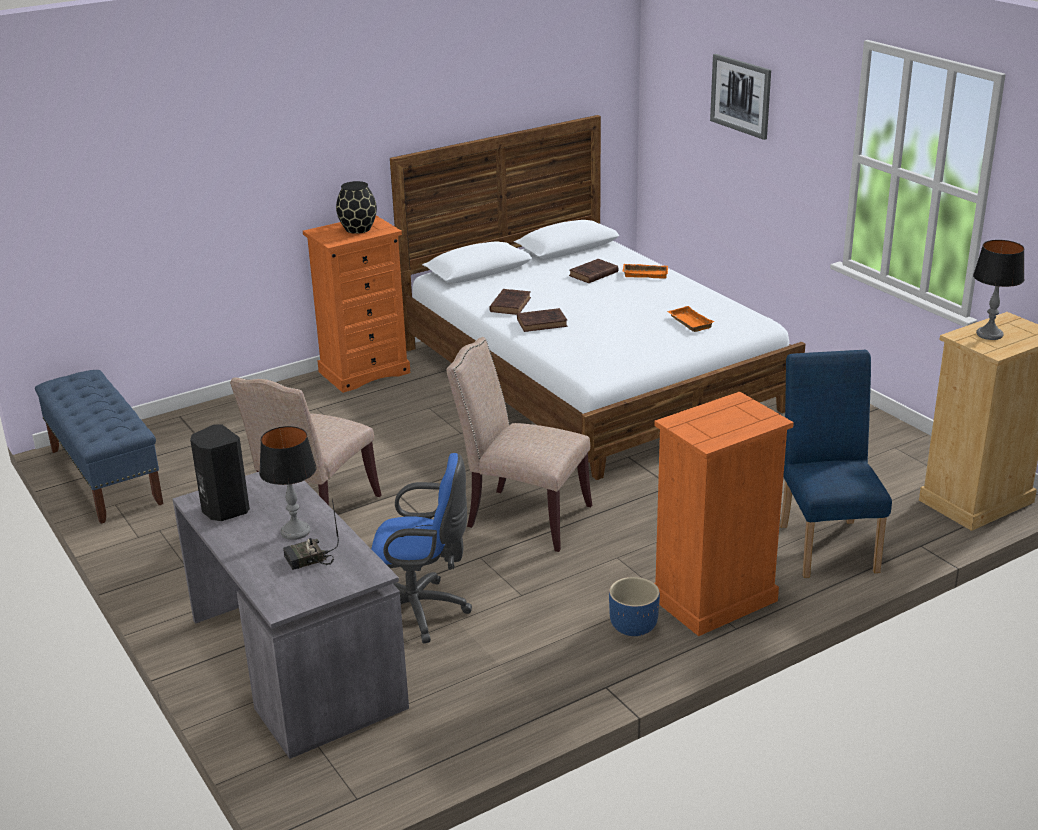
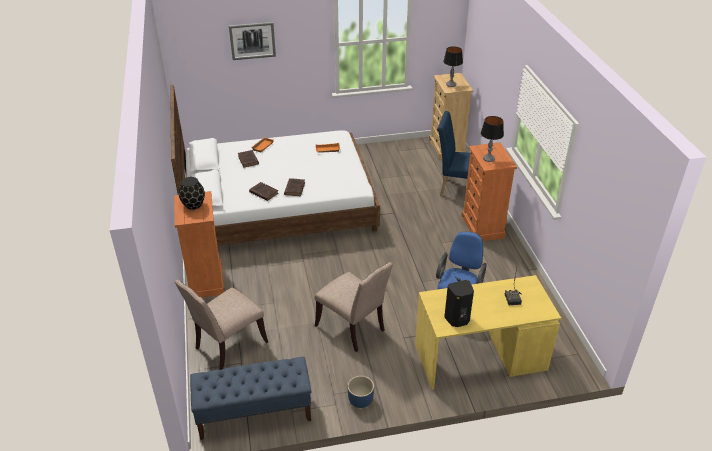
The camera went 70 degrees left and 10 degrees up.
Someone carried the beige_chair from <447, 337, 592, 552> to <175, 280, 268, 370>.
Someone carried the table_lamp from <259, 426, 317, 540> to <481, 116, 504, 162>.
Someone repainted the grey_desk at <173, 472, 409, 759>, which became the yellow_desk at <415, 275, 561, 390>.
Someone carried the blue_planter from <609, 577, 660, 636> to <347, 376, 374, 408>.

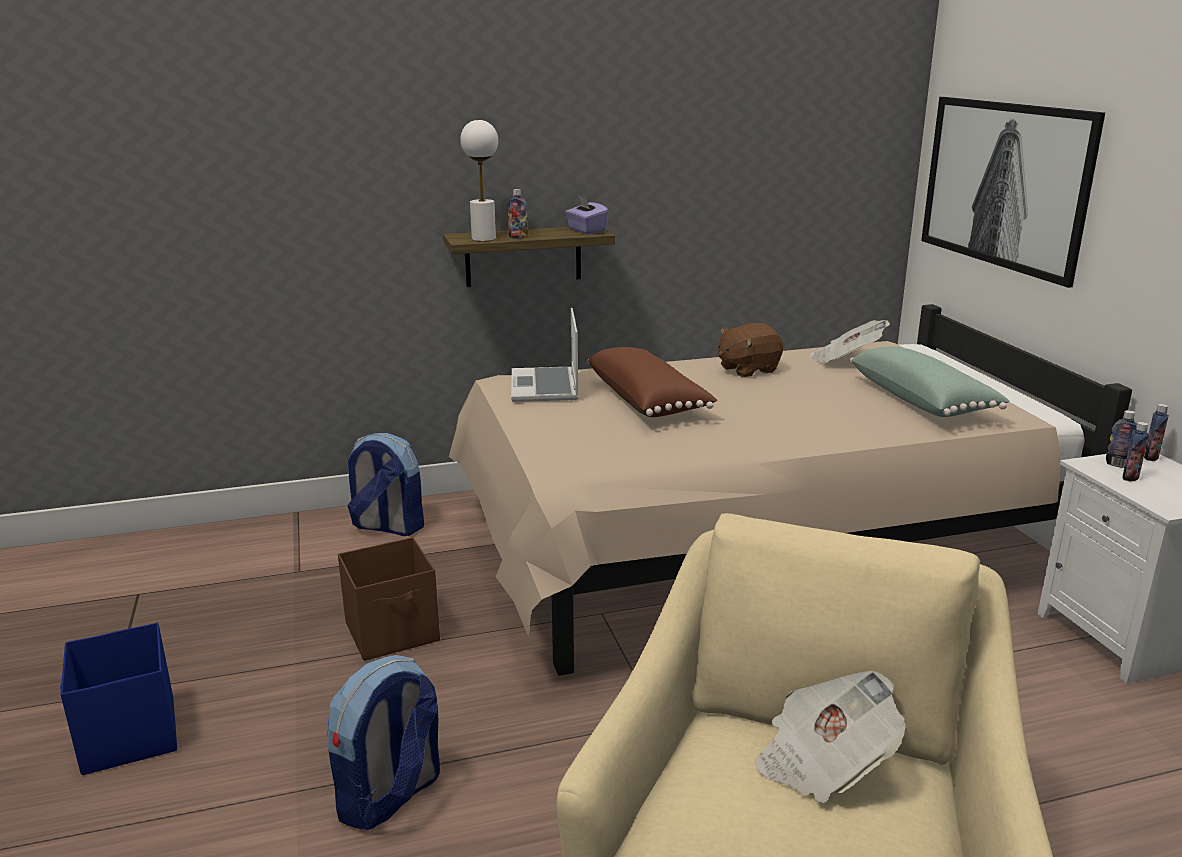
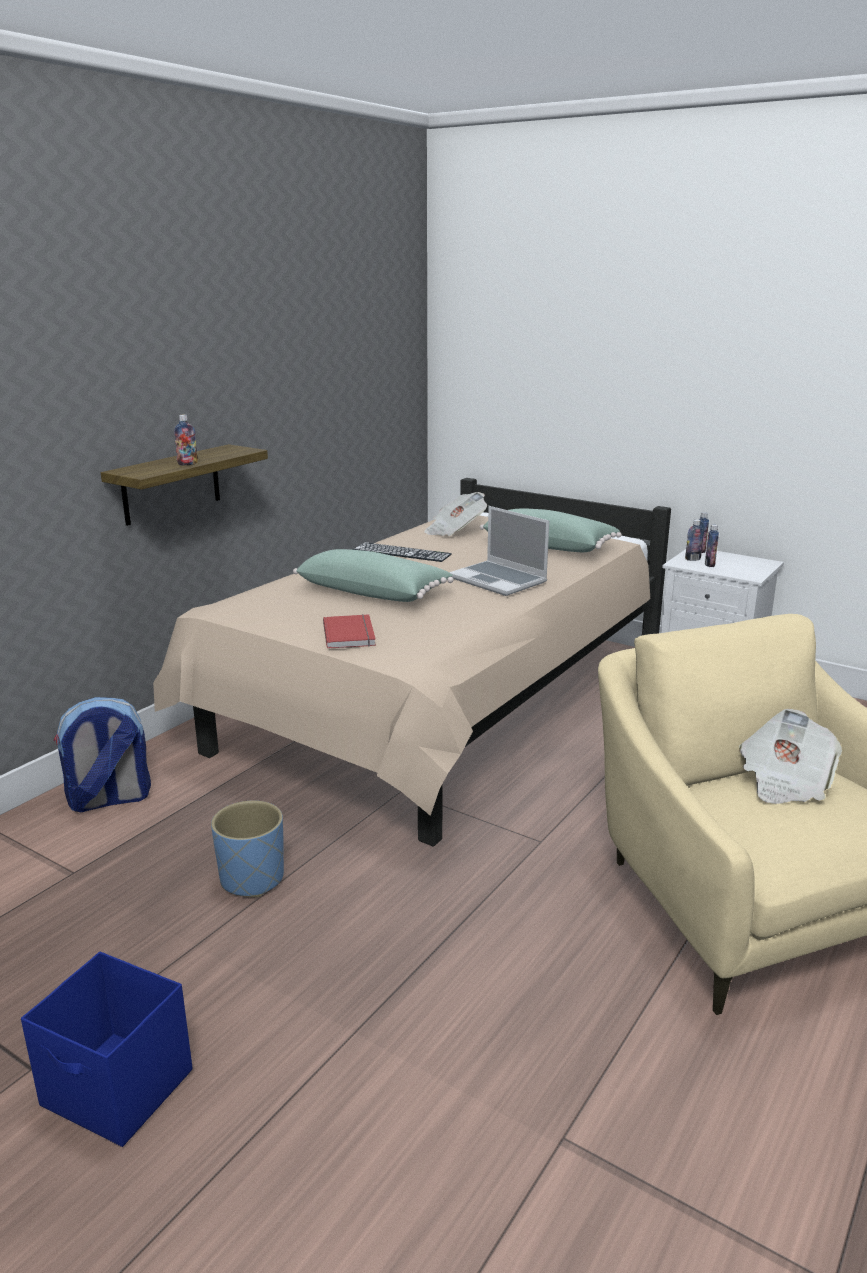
The camera went 40 degrees left and 0 degrees up.
Someone took away the picture at <921, 97, 1105, 288>.
Someone took away the white_table_lamp at <460, 120, 498, 241>.
Someone took away the purple_tissue_box at <565, 195, 609, 234>.
Someone carried the laptop from <511, 308, 578, 402> to <449, 506, 549, 596>.
Someone swapped the brown_plush_toy at <718, 323, 783, 377> for the keyboard at <353, 542, 452, 562>.
Someone repainted the brown_pillow at <587, 347, 717, 417>, which became the green_pillow at <293, 549, 454, 602>.
Someone swapped the brown_storage_box at <338, 537, 440, 661> for the blue_planter at <211, 801, 284, 897>.
Someone took away the backpack at <327, 655, 440, 830>.
Someone put down the red_book at <323, 614, 376, 649>.

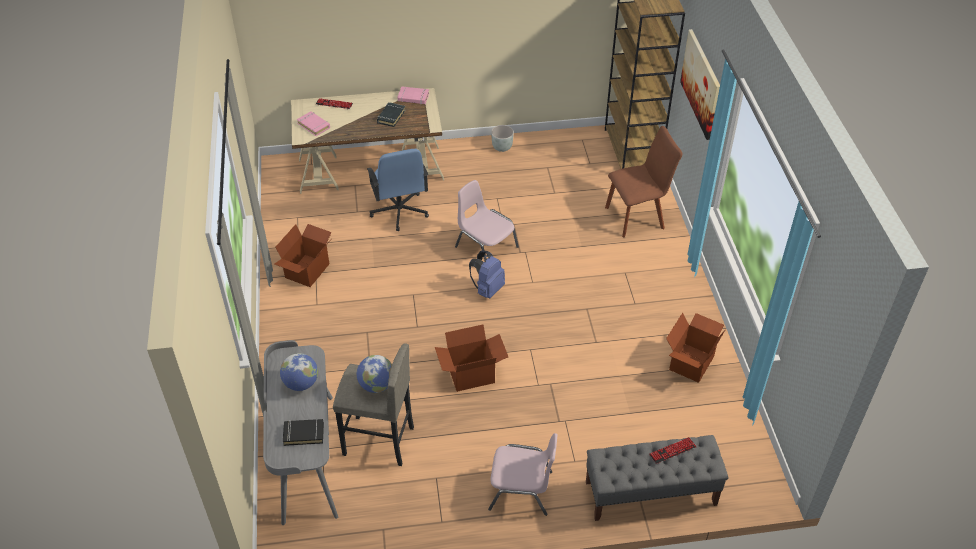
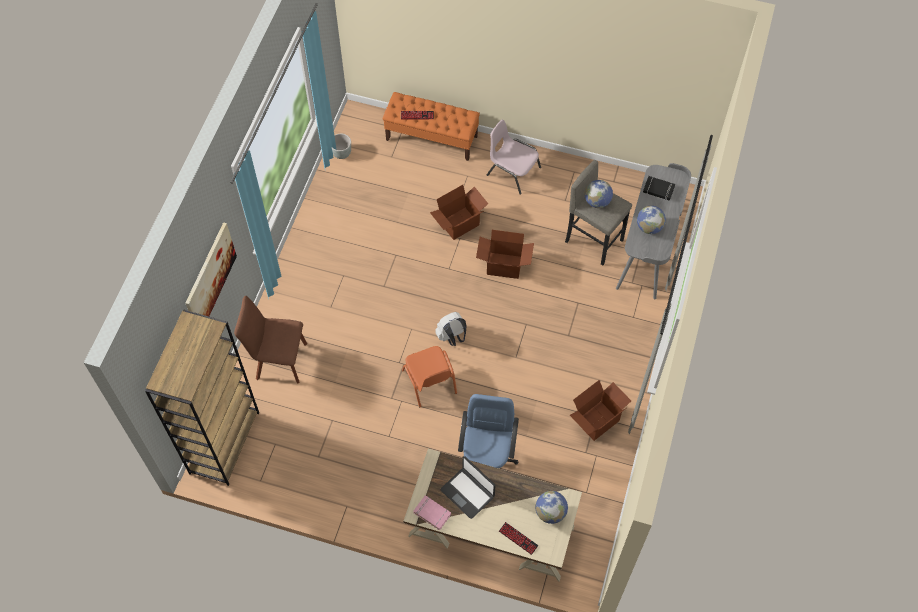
The camera went 155 degrees left and 15 degrees up.
Someone swapped the black_book at <377, 102, 405, 127> for the laptop at <440, 456, 496, 519>.
Someone swapped the pink_book at <297, 111, 330, 136> for the globe at <536, 491, 568, 524>.
Someone carried the grey_planter from <491, 125, 514, 152> to <332, 134, 351, 159>.
Someone repainted the pink_chair at <455, 180, 519, 260>, which became the orange_chair at <402, 346, 457, 407>.
Someone repainted the blue_backpack at <469, 251, 505, 299>, which became the white_backpack at <435, 312, 466, 346>.
Someone carried the cardboard_box from <666, 313, 726, 383> to <430, 185, 488, 240>.
Someone repainted the grey_bench at <586, 435, 728, 521>, which became the orange_bench at <383, 92, 480, 161>.

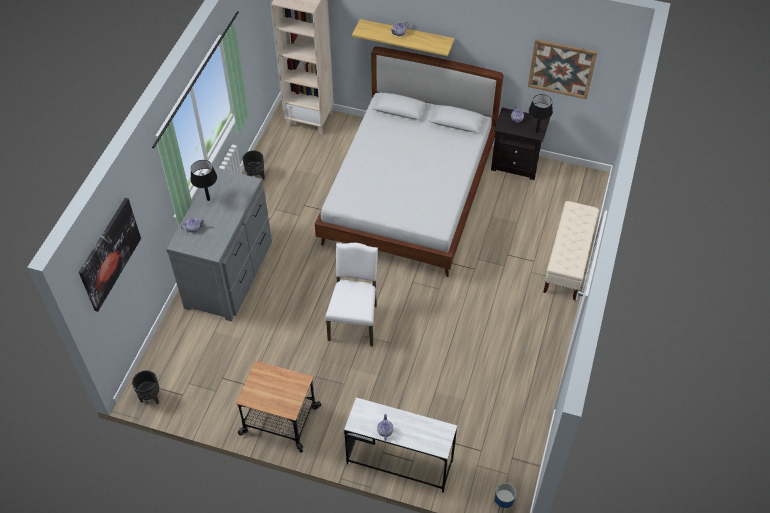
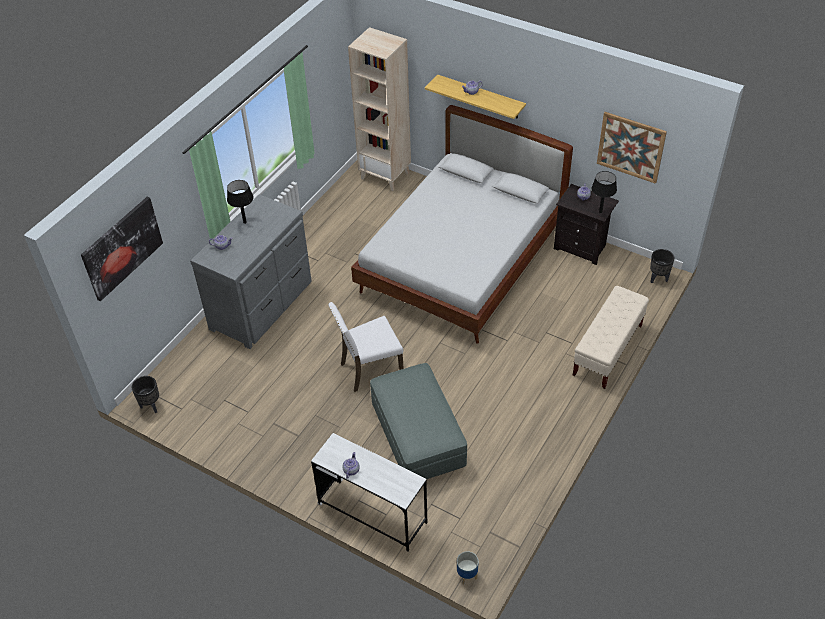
The camera went 15 degrees right and 5 degrees down.
Someone carried the black_planter from <242, 150, 265, 180> to <650, 249, 675, 283>.
Someone rotated the white_chair at <325, 243, 378, 347> by 135 degrees counterclockwise.
Someone took away the cart at <236, 361, 321, 453>.
Someone put down the grey_ottoman at <370, 363, 467, 479>.

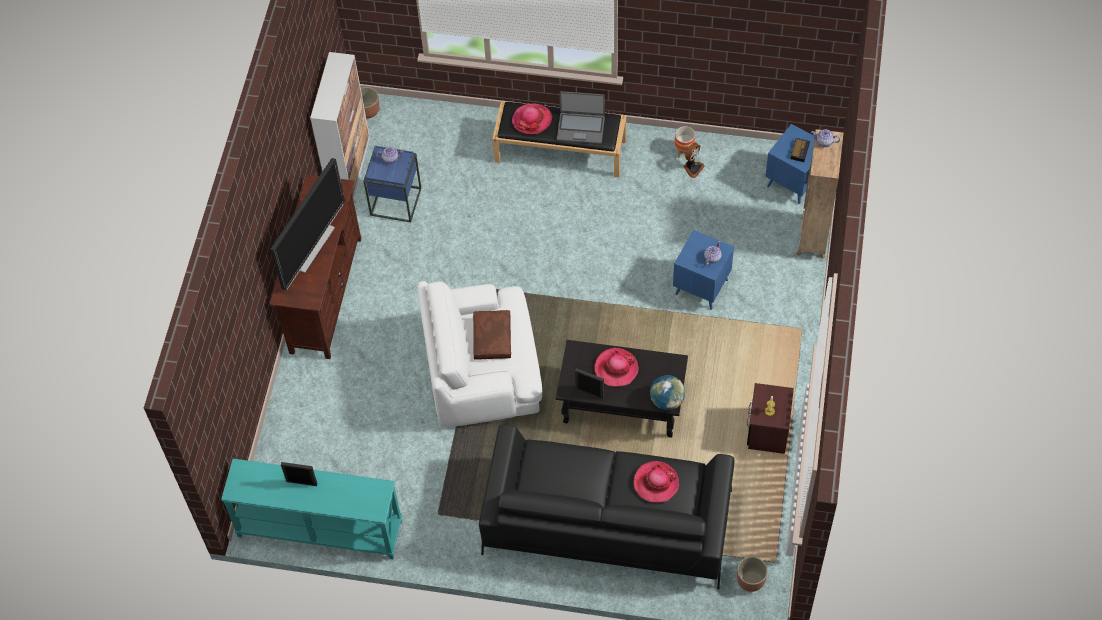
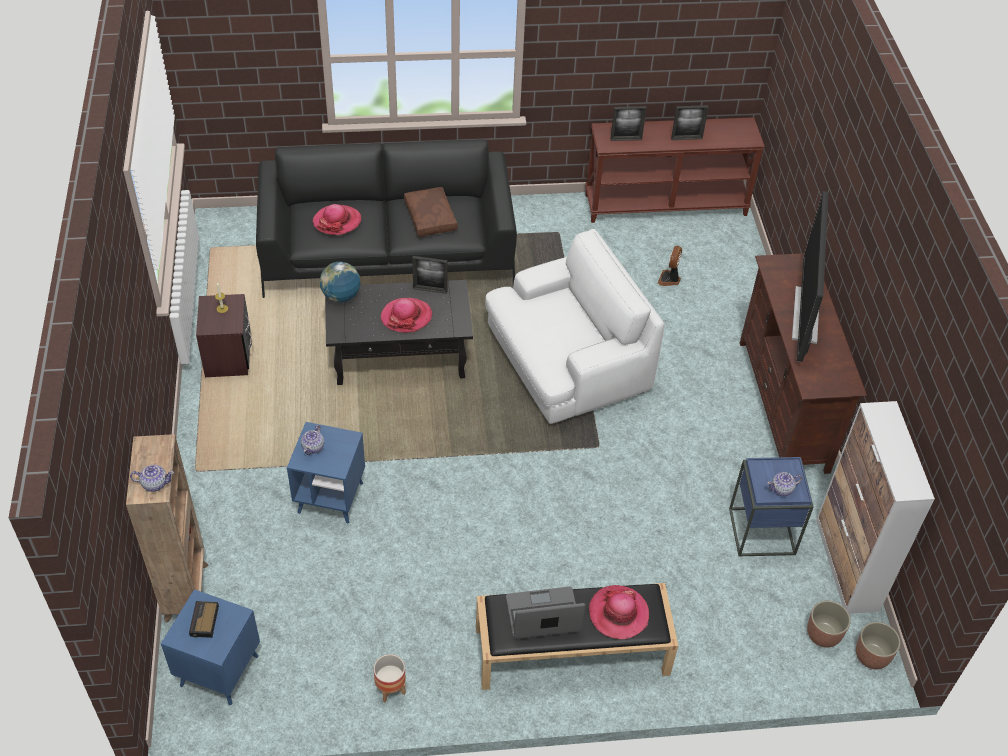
The camera went 160 degrees right and 10 degrees down.
Someone carried the fan from <684, 143, 705, 178> to <658, 246, 682, 286>.
Someone carried the brown_pillow from <473, 310, 511, 360> to <404, 187, 458, 237>.
Someone repainted the turquoise_console_table at <221, 459, 402, 559>, which became the brown_console_table at <585, 117, 765, 223>.
Someone carried the planter from <737, 557, 768, 592> to <807, 601, 851, 648>.
Someone put down the picture_frame at <610, 106, 647, 141>.

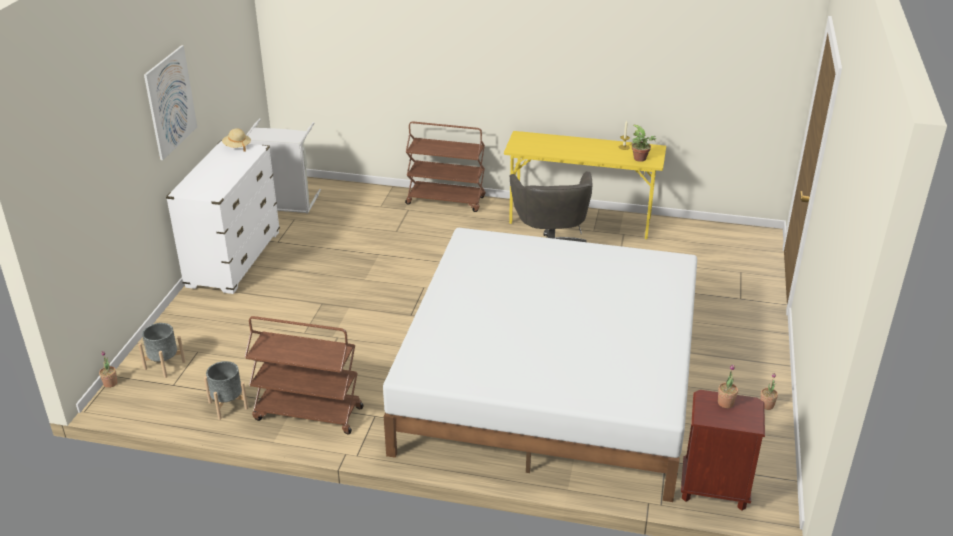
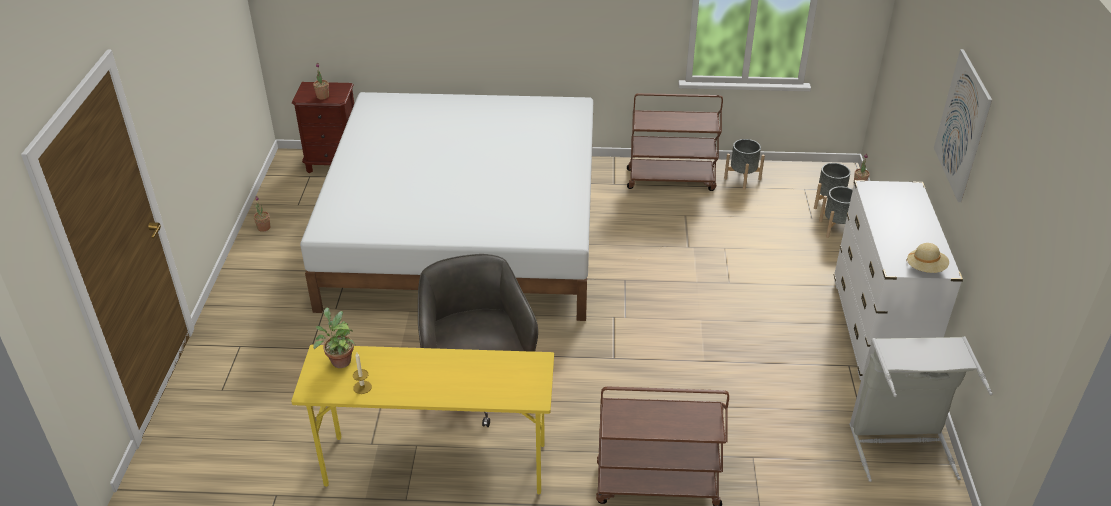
The camera went 170 degrees right and 5 degrees up.
Someone put down the grey_planter at <819, 186, 853, 238>.

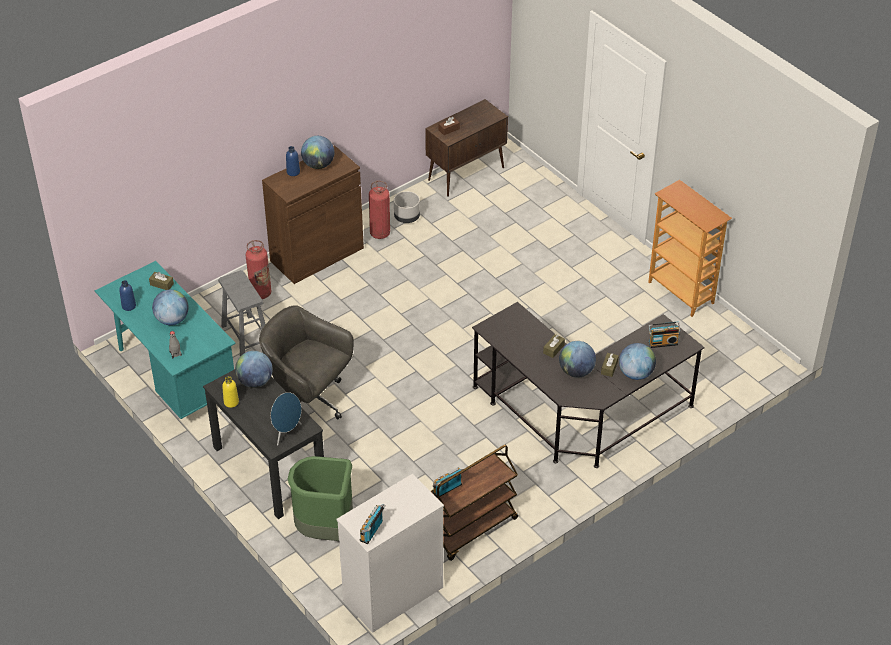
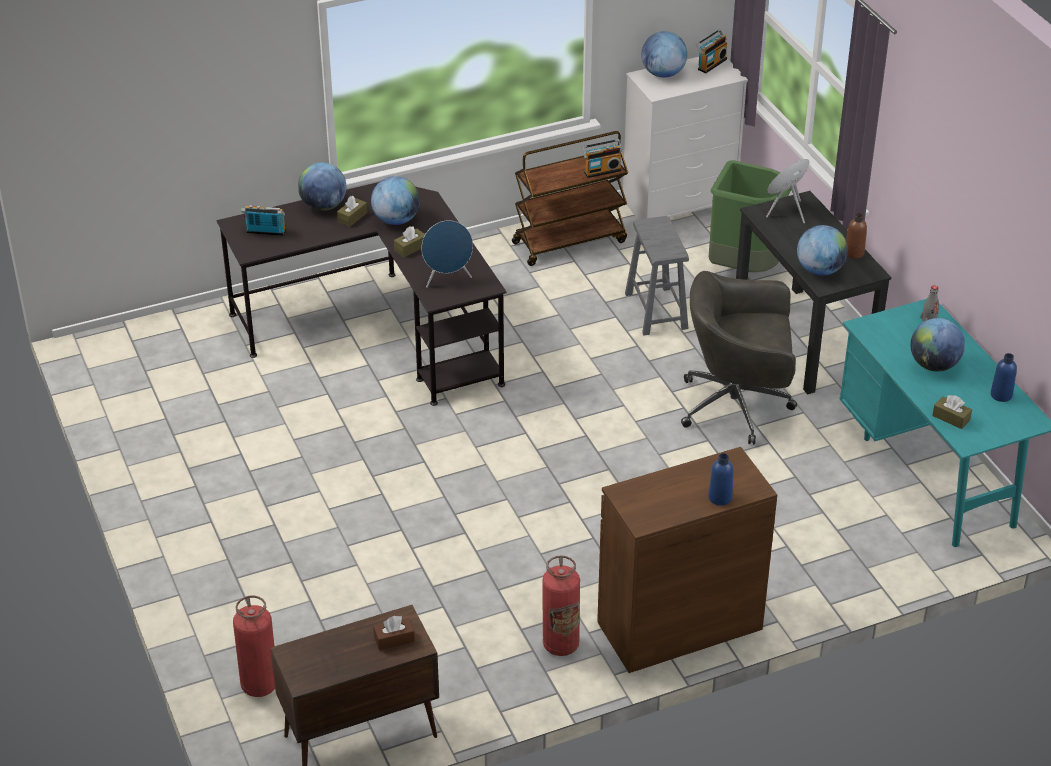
The camera went 165 degrees left and 5 degrees down.
Someone carried the globe from <301, 136, 334, 169> to <641, 31, 687, 78>.
Someone took away the bookcase at <648, 180, 732, 317>.
Someone took away the grey_planter at <394, 191, 420, 223>.
Someone carried the fire_extinguisher from <246, 240, 271, 299> to <233, 596, 275, 697>.
Someone carried the grey_stool from <218, 270, 266, 356> to <625, 216, 689, 336>.
Someone rotated the grey_office_chair at <259, 305, 354, 419> by 135 degrees clockwise.
Someone repainted the yellow_bottle at <222, 376, 239, 408>, which became the brown_bottle at <846, 213, 867, 259>.
Someone put down the blue_speaker at <421, 220, 473, 288>.

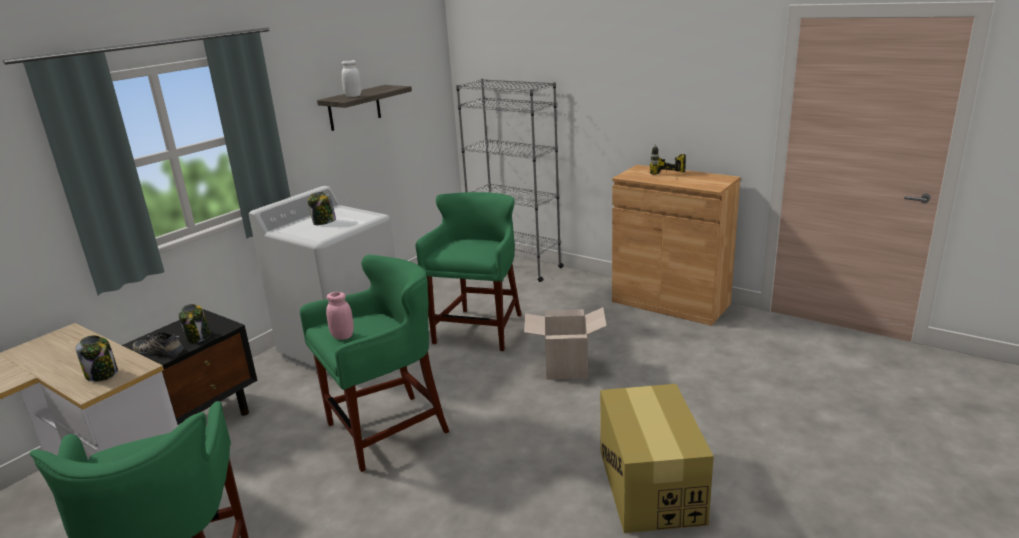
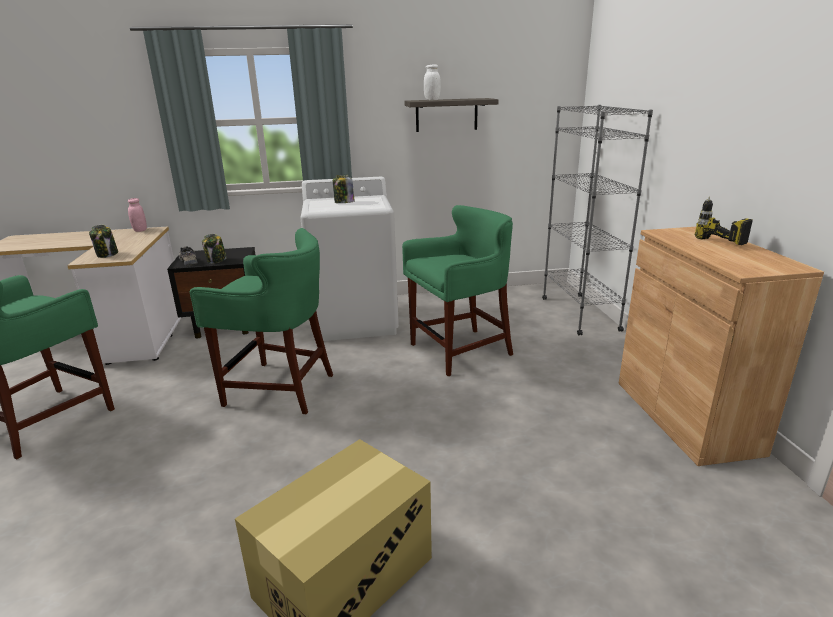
The camera went 45 degrees right and 0 degrees up.
Someone carried the pink_jar from <326, 292, 354, 340> to <128, 198, 147, 232>.
Someone took away the cardboard_box at <524, 307, 607, 380>.

